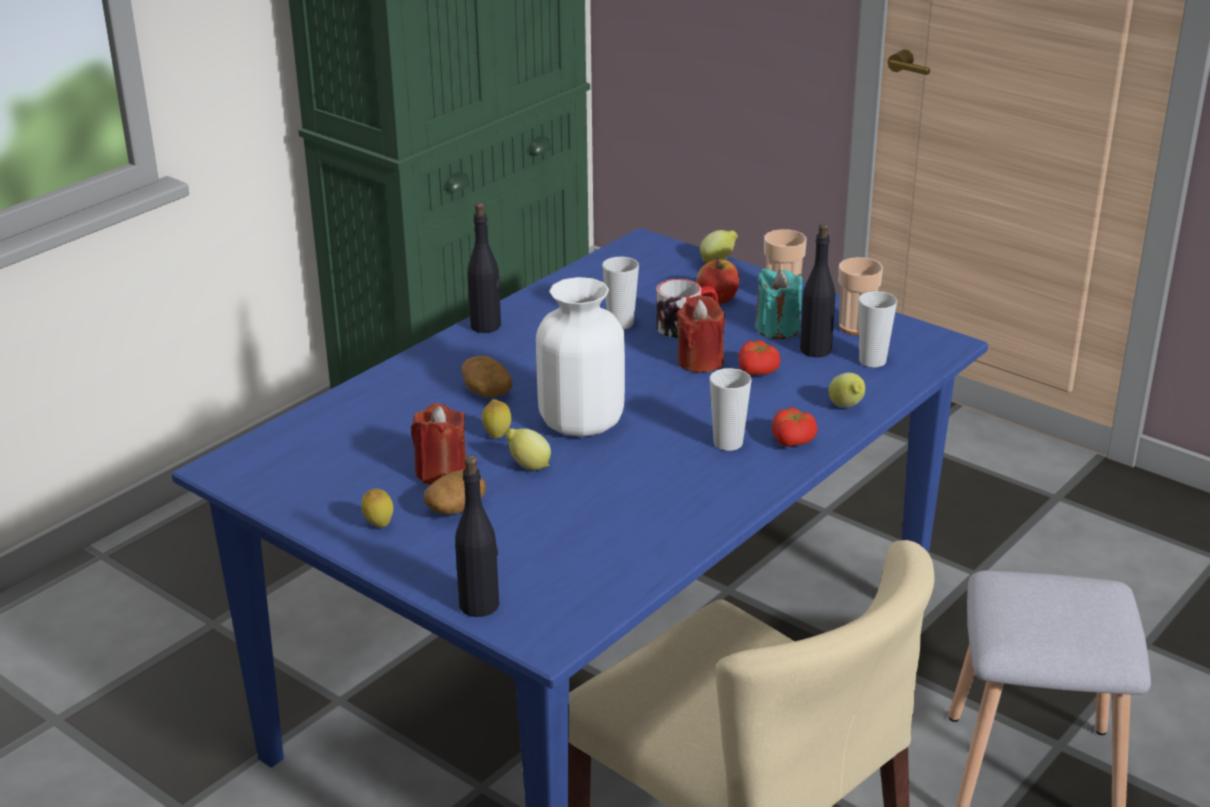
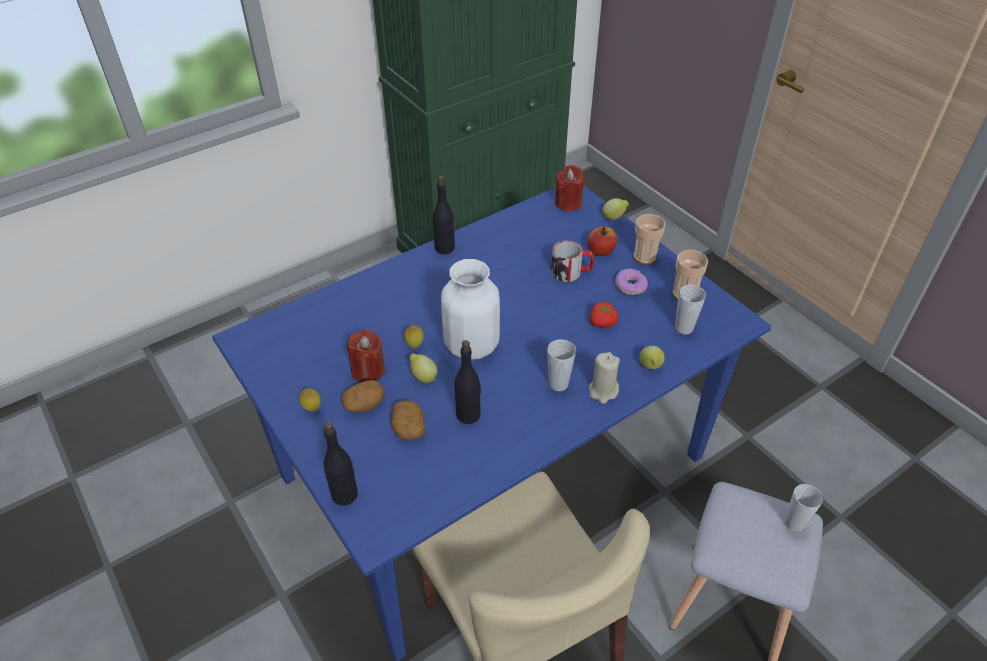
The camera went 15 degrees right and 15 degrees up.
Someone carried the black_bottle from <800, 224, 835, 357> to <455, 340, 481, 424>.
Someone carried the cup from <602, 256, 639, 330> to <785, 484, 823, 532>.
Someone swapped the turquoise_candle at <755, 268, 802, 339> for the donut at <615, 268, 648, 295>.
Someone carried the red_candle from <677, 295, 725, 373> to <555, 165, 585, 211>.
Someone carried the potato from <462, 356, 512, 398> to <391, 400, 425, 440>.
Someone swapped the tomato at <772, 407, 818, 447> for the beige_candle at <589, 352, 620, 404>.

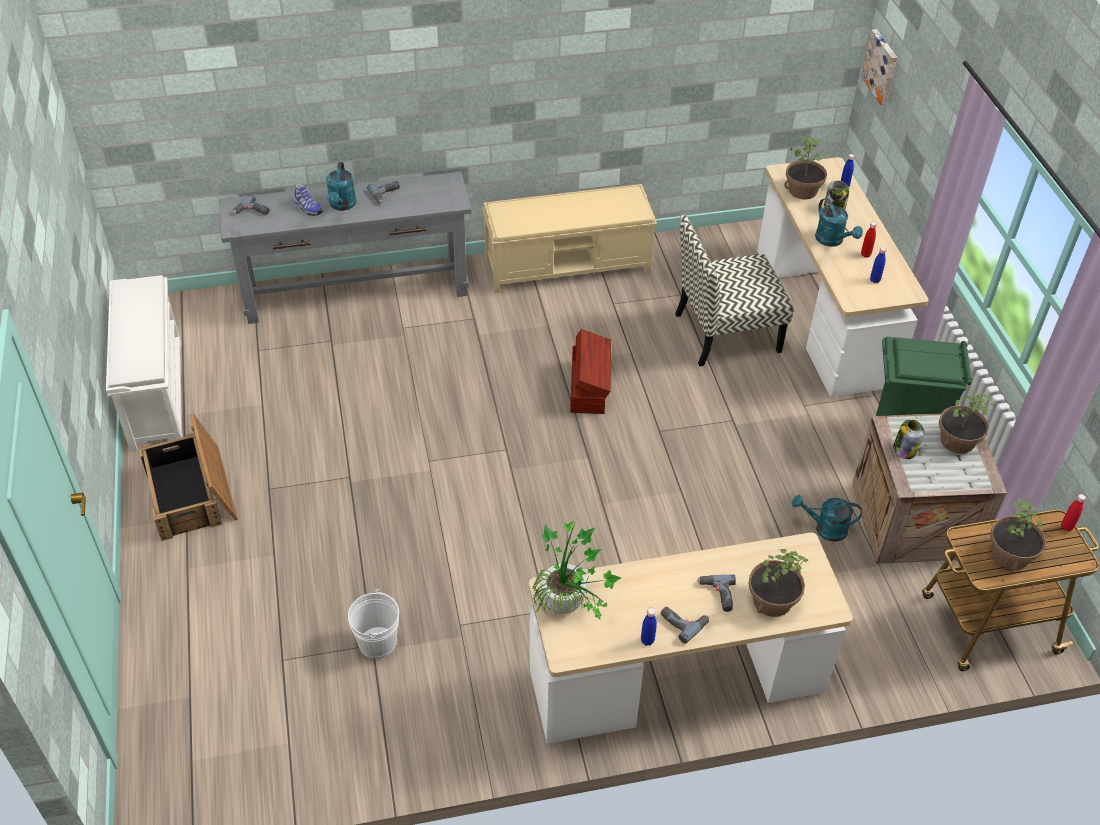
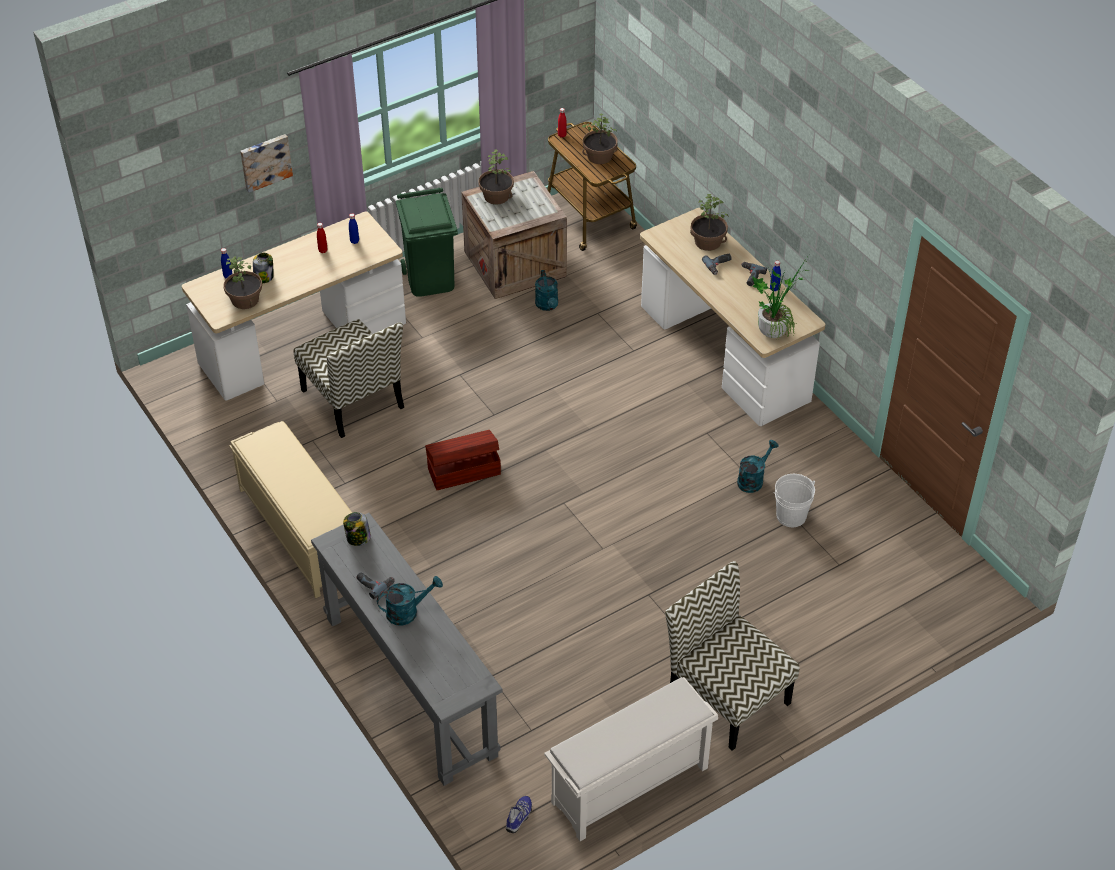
The camera went 110 degrees left and 0 degrees up.
Someone carried the picture from <861, 29, 897, 105> to <240, 134, 293, 193>.
Someone carried the shoe from <294, 184, 323, 216> to <506, 796, 532, 833>.
Someone took away the power_drill at <233, 194, 270, 215>.
Someone carried the turquoise_watering_can from <815, 198, 863, 247> to <737, 440, 779, 493>.
Someone swapped the crate at <139, 414, 238, 541> for the chair at <665, 561, 800, 751>.
Someone carried the jar from <893, 420, 924, 459> to <343, 512, 371, 546>.

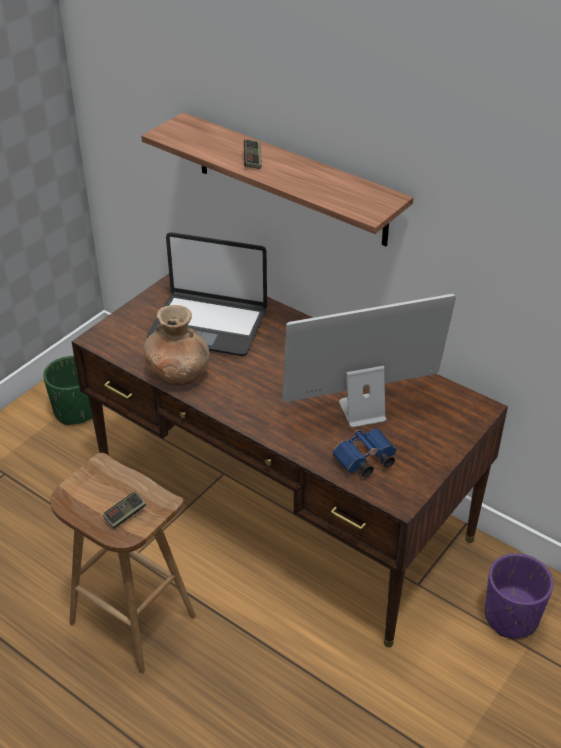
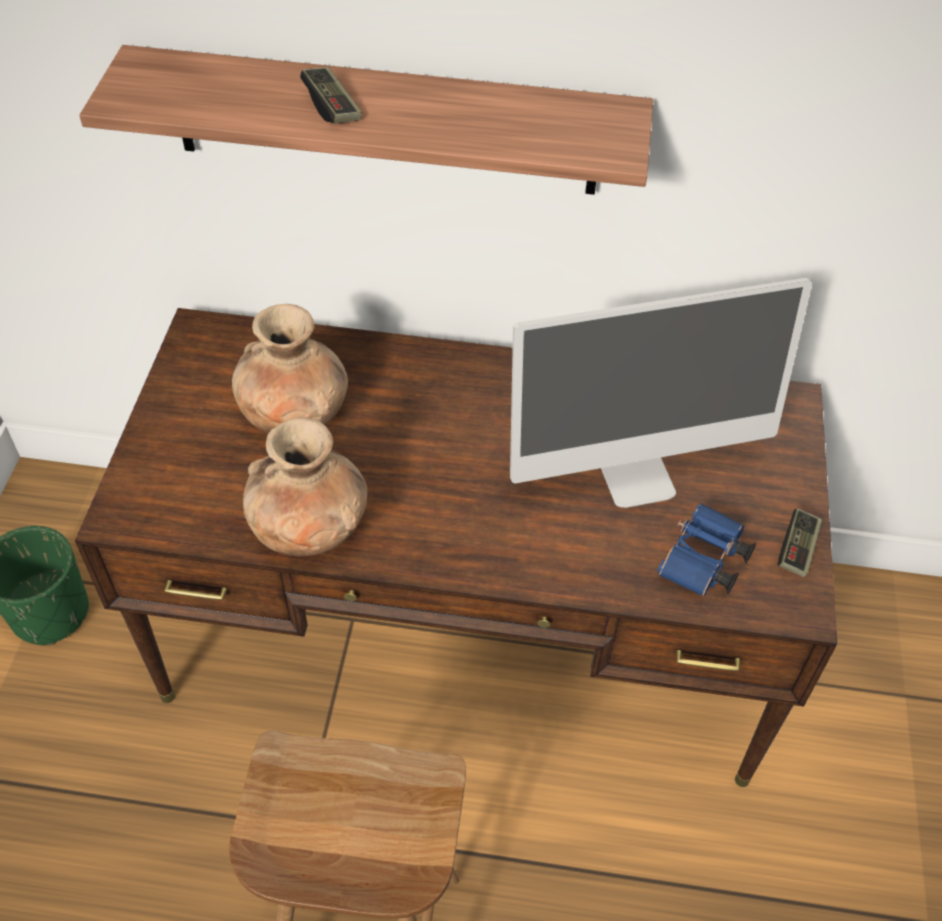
The camera went 30 degrees left and 10 degrees up.
Someone swapped the laptop at <147, 232, 267, 356> for the brown_vase at <232, 304, 348, 433>.
Someone rotated the monitor at <282, 294, 456, 428> by 150 degrees counterclockwise.
Someone carried the game_controller from <103, 492, 146, 529> to <777, 508, 822, 577>.
Someone took away the purple_planter at <485, 553, 554, 638>.

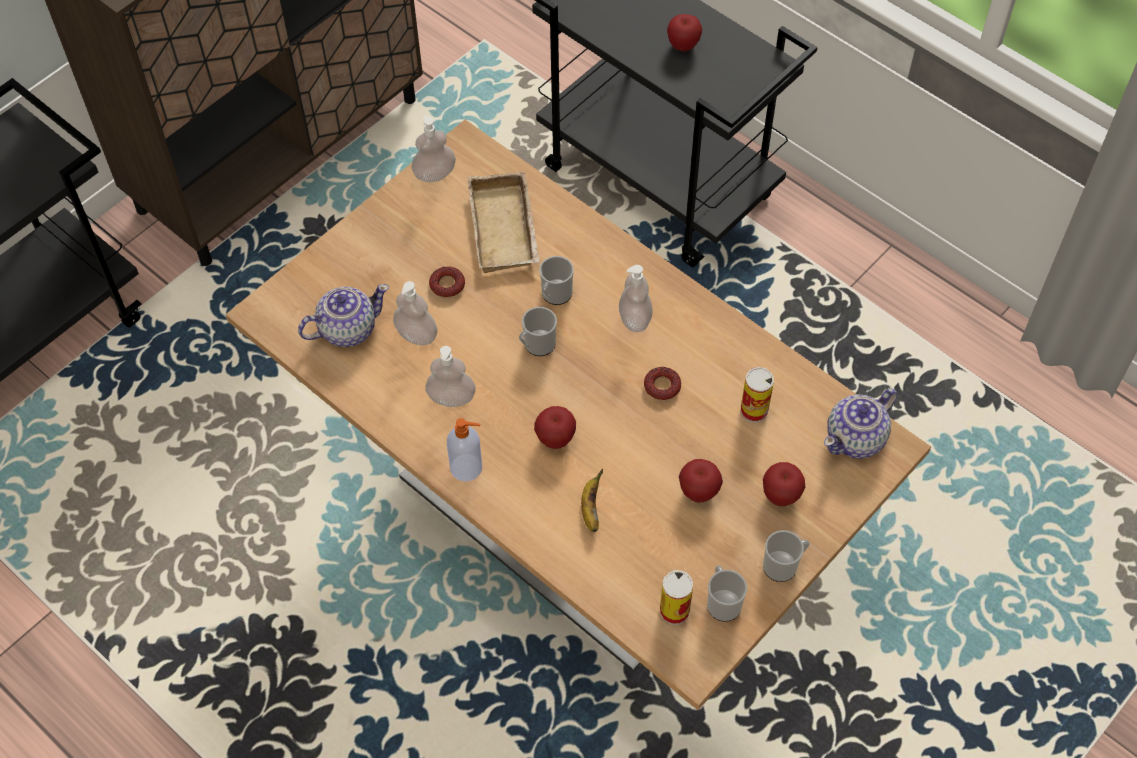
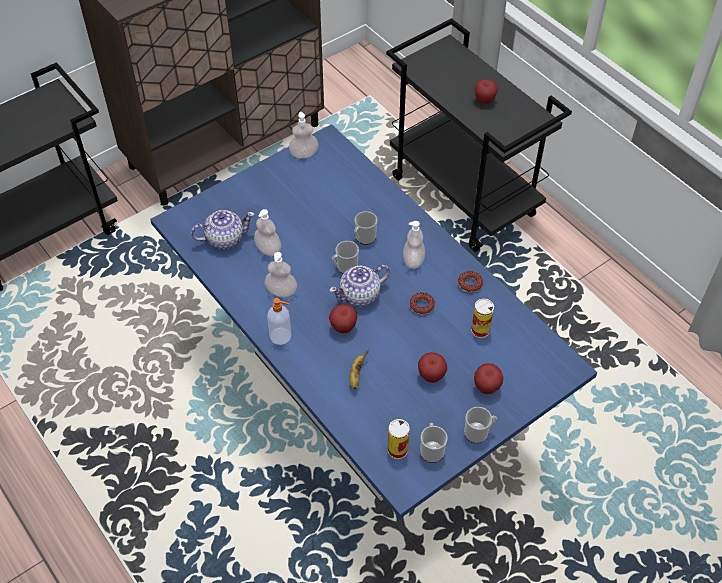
The camera went 10 degrees right and 5 degrees down.
Someone repainted the brown_dining_table at <225, 120, 931, 710>, which became the blue_dining_table at <150, 124, 597, 519>.
Someone took away the beige_tray at <467, 171, 540, 273>.
Someone carried the donut from <429, 266, 465, 298> to <458, 271, 483, 293>.
Someone carried the teapot from <824, 388, 897, 459> to <329, 264, 390, 307>.

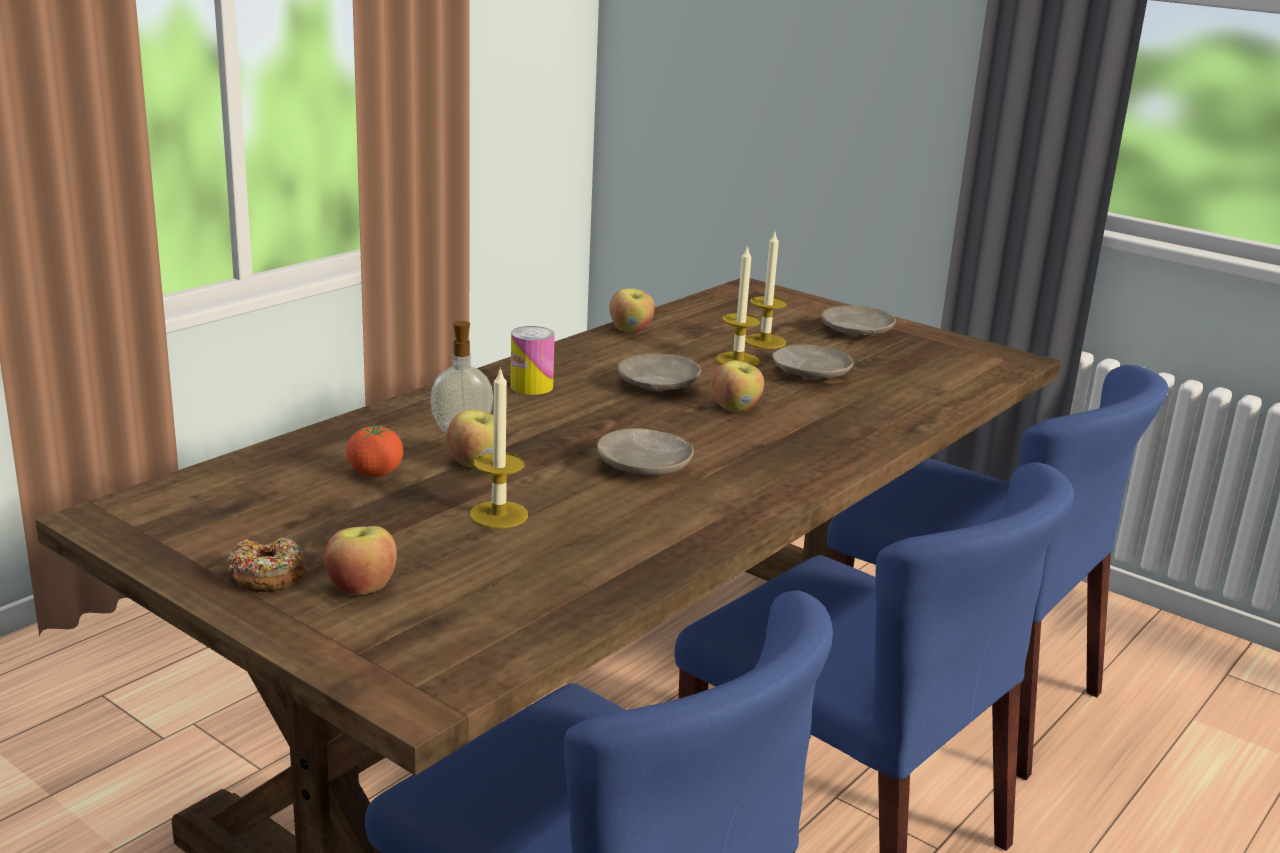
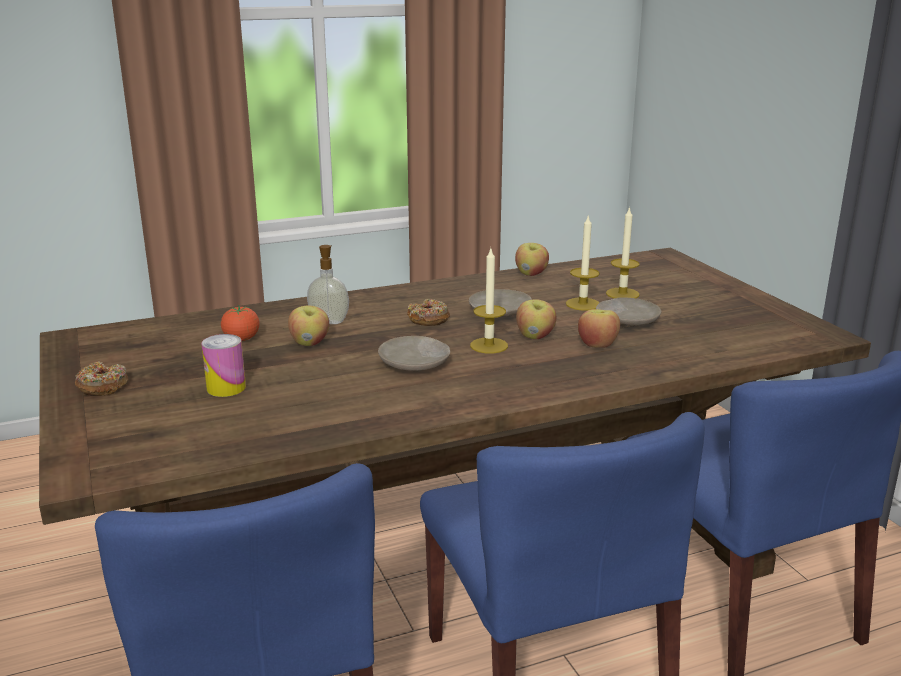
The camera went 30 degrees right and 0 degrees up.
Someone took away the beige_plate at <821, 306, 896, 337>.
Someone carried the can from <510, 326, 555, 395> to <201, 334, 246, 397>.
Someone carried the candle from <470, 367, 528, 528> to <470, 249, 508, 354>.
Someone carried the apple from <324, 526, 397, 595> to <578, 309, 620, 348>.
Someone put down the donut at <407, 299, 450, 326>.

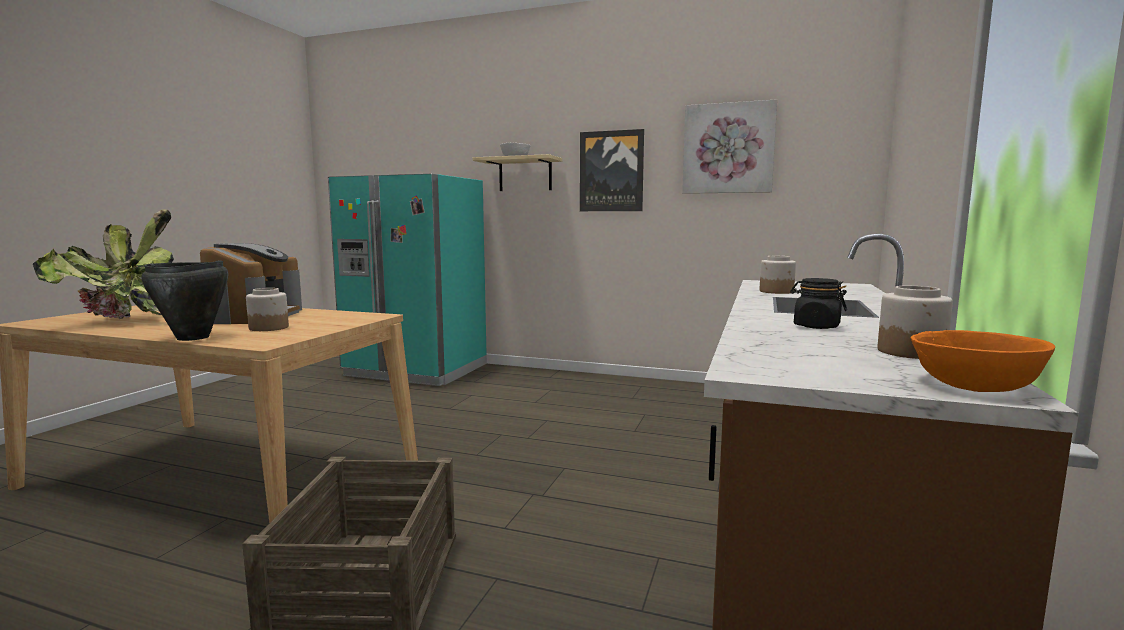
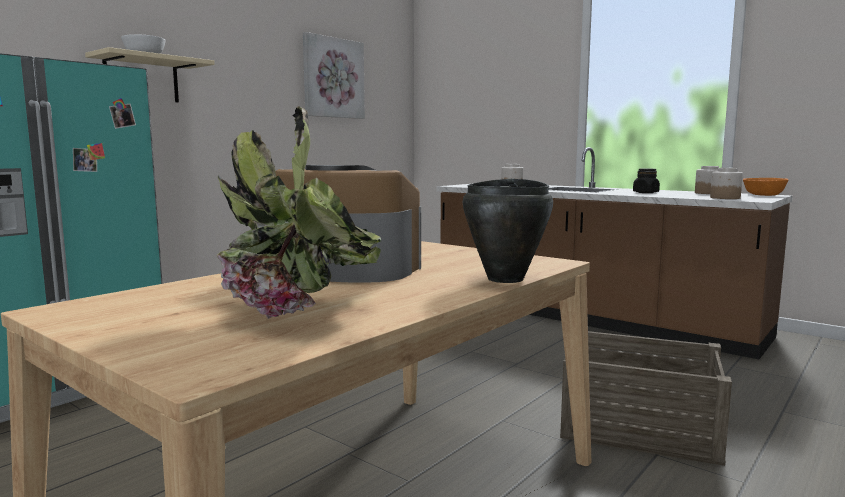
The camera went 70 degrees left and 0 degrees up.
Someone took away the picture at <580, 129, 644, 211>.
Someone carried the jar from <246, 288, 289, 331> to <710, 168, 743, 199>.

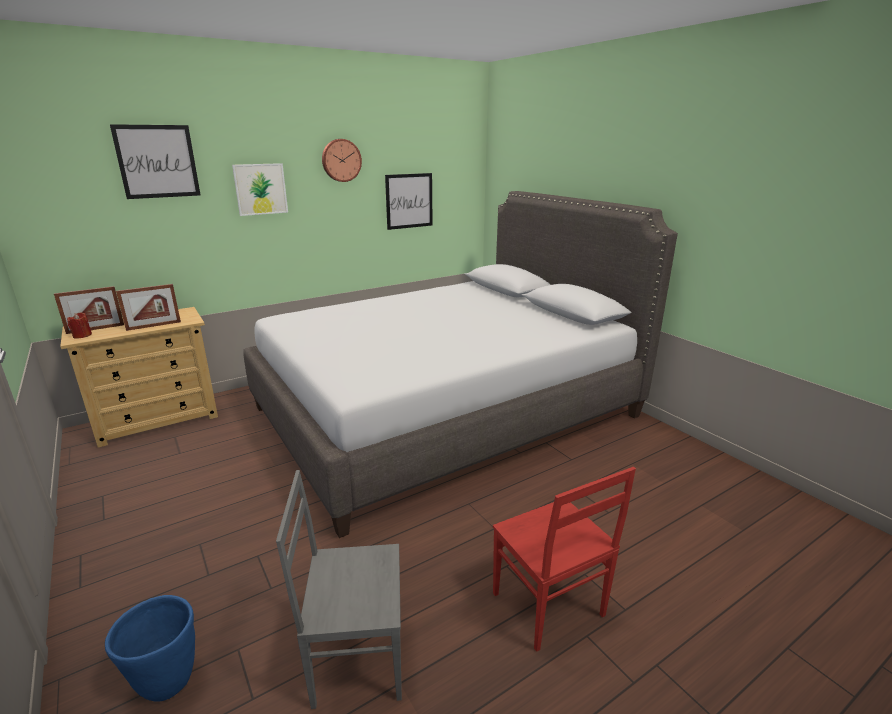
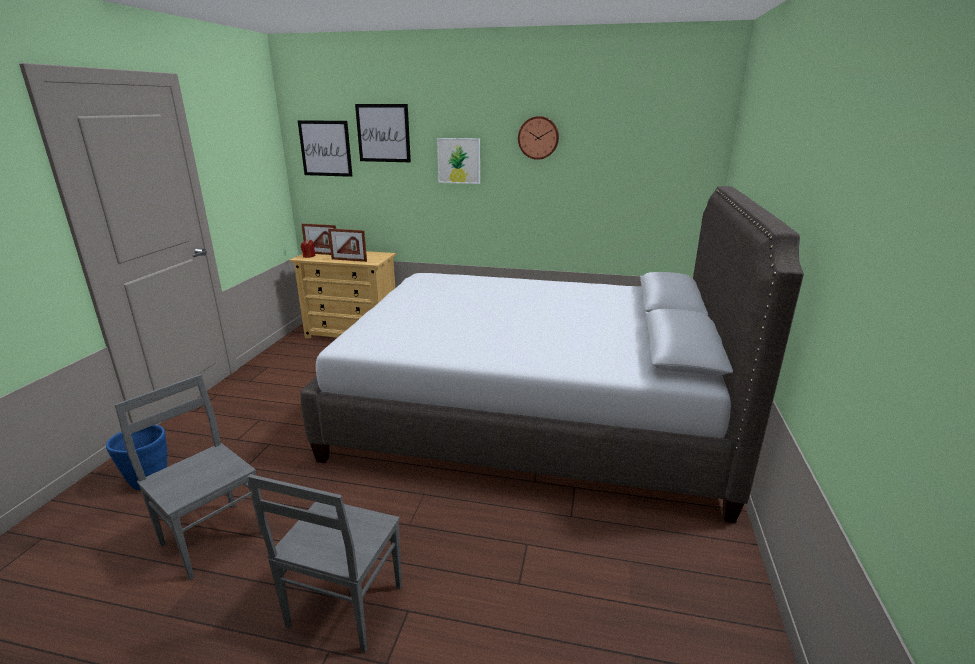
The camera went 45 degrees right and 0 degrees up.
Someone carried the picture from <385, 173, 433, 230> to <298, 120, 352, 177>.
Someone repainted the red_chair at <493, 467, 636, 652>, which became the grey_chair at <248, 474, 402, 652>.

